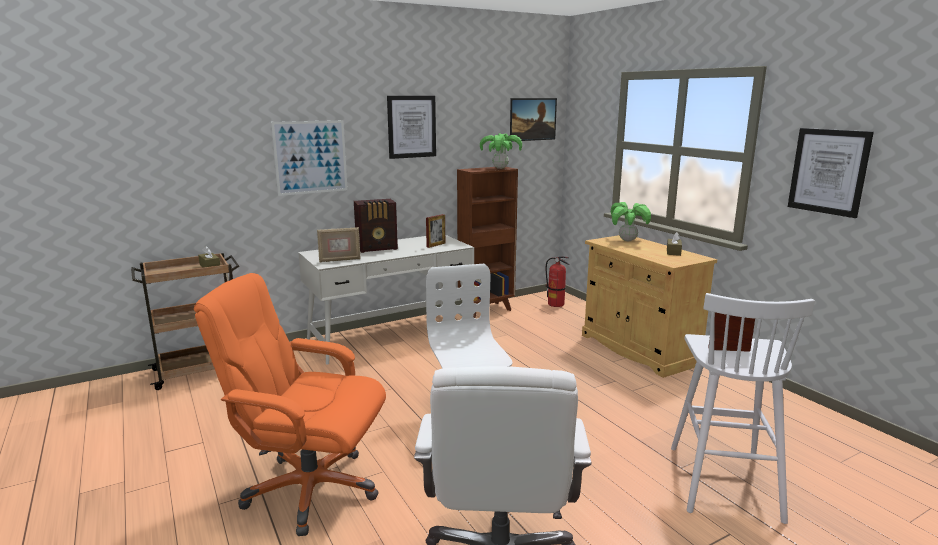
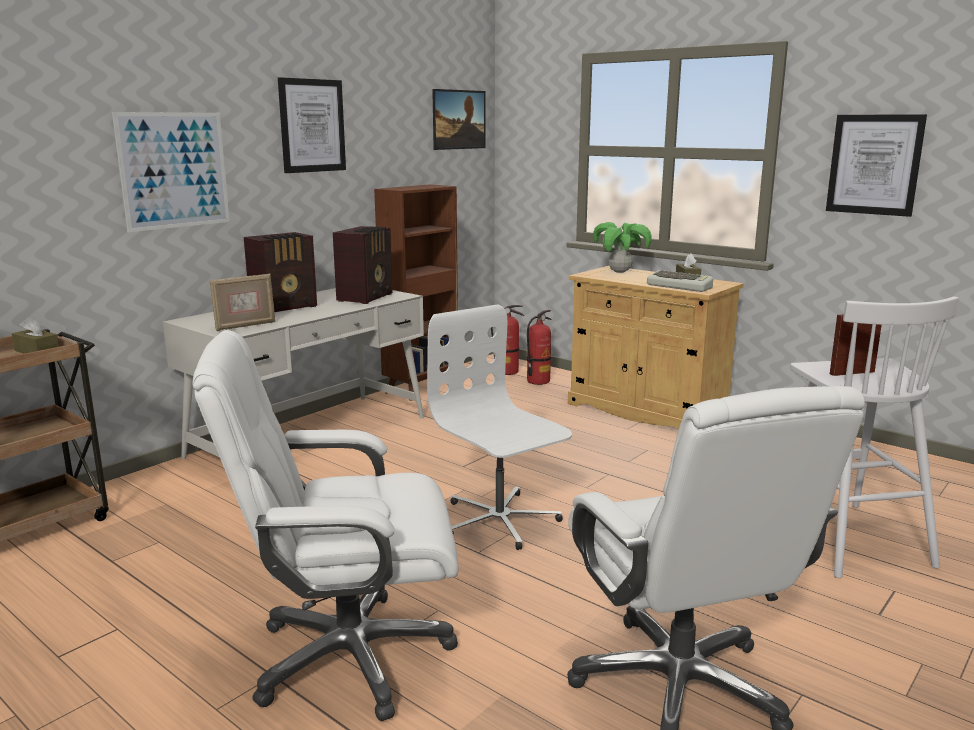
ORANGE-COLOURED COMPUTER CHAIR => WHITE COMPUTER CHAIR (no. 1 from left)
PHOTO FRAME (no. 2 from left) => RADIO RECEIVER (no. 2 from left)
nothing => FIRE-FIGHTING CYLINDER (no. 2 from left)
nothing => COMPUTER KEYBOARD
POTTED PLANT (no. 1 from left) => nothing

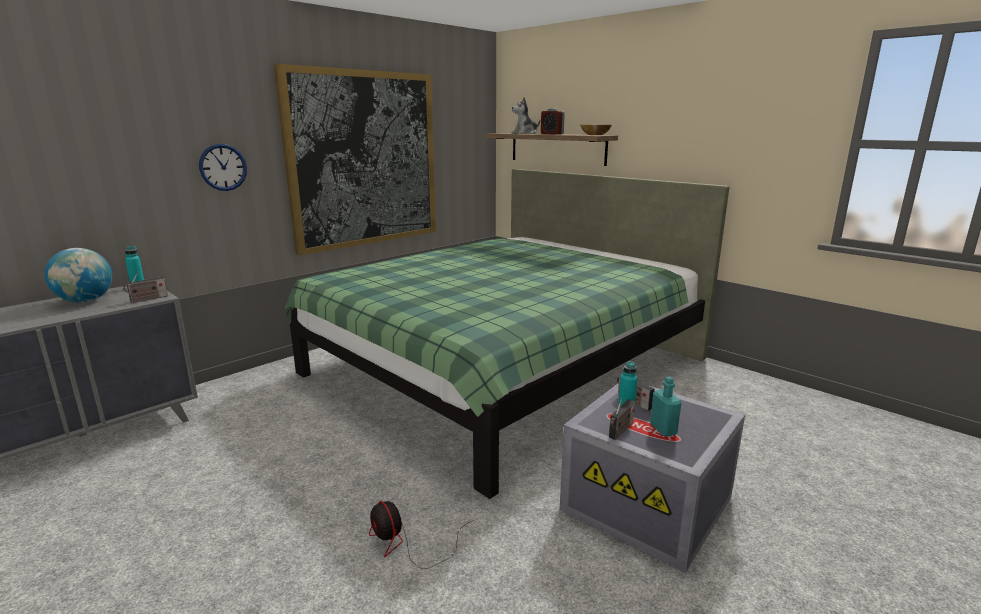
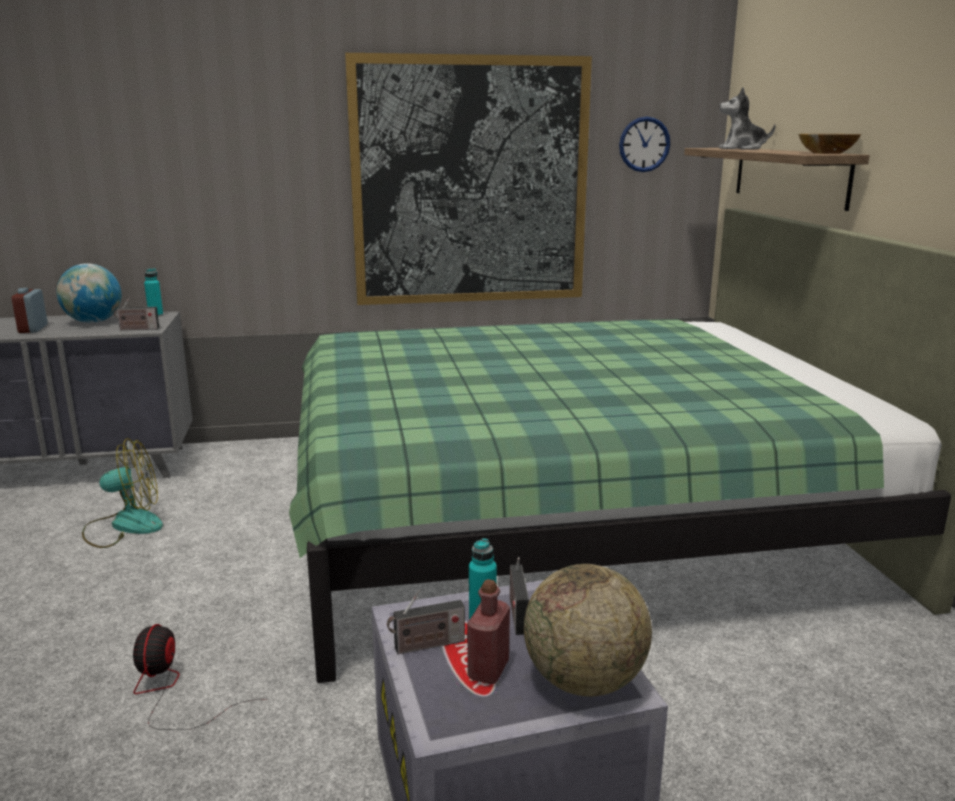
TABLE CLOCK, relocated
nothing => FAN (no. 1 from left)
TURQUOISE BEVERAGE BOTTLE (no. 3 from left) => RED BEVERAGE BOTTLE
nothing => WORLD GLOBE (no. 2 from left)
CLOCK ON THE WALL, relocated

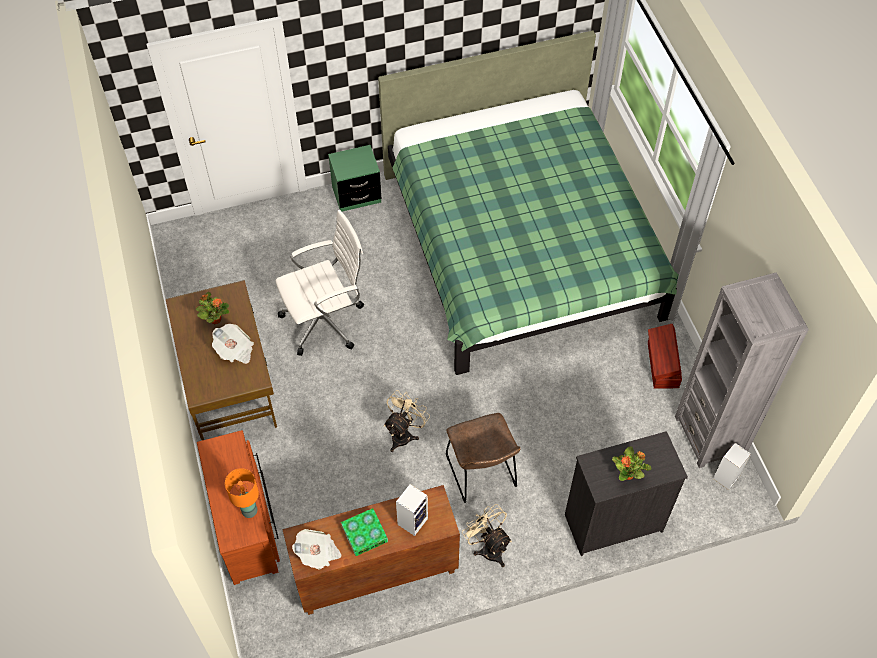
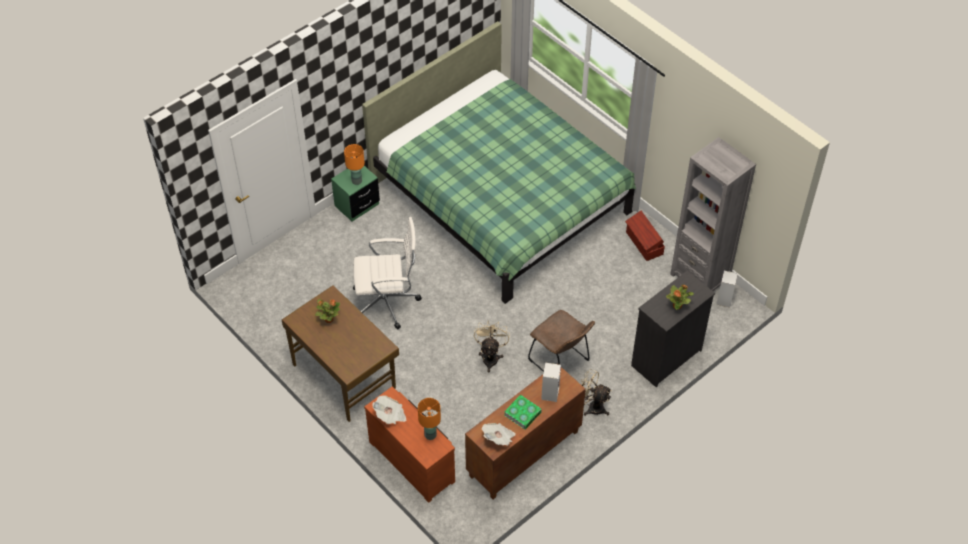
nothing => ORANGE-COLOURED TABLE LAMP (no. 1 from left)
WHITE COMPUTER CHAIR, 45 degrees clockwise
PRINTED PAPER (no. 1 from left), relocated

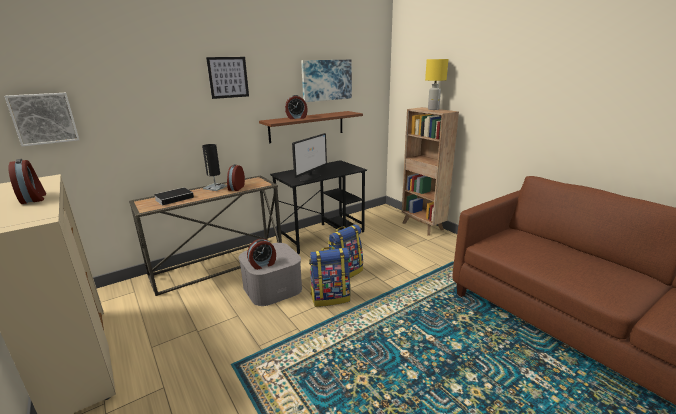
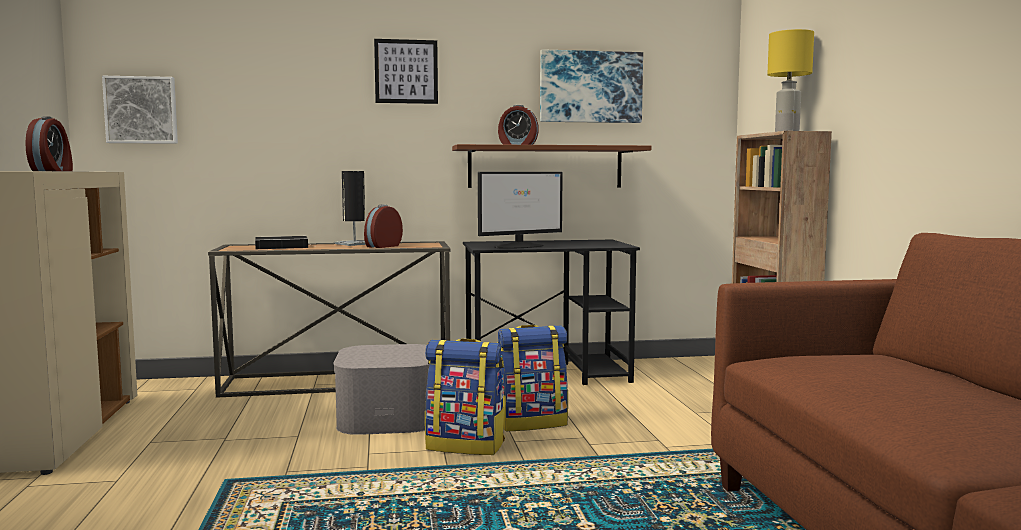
TABLE CLOCK (no. 3 from left) => nothing

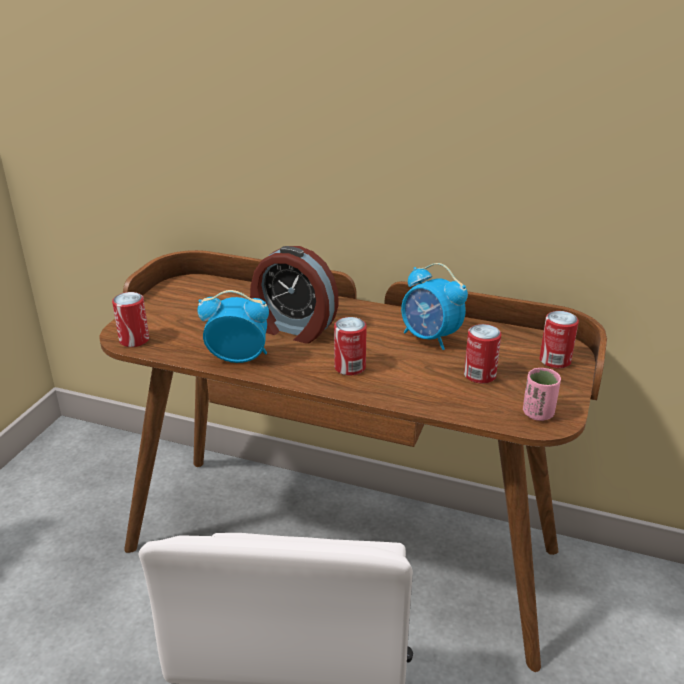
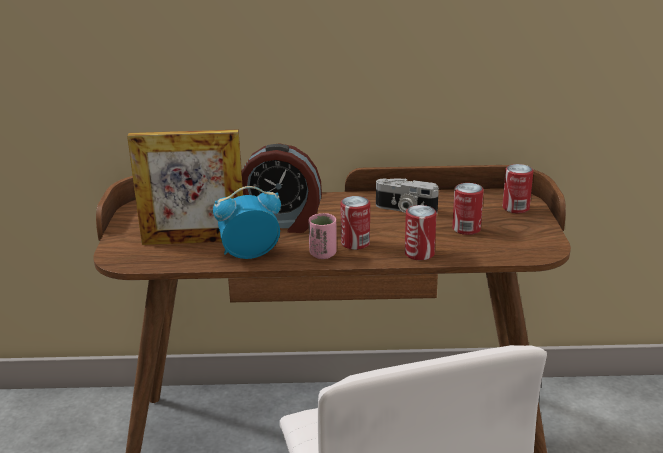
nothing => PHOTO FRAME
PINKISH SMALL CUP, relocated
TABLE CLOCK (no. 3 from left) => STILL CAMERA
SEALED CAN (no. 1 from left in the first image) => SEALED CAN (no. 2 from left), relocated

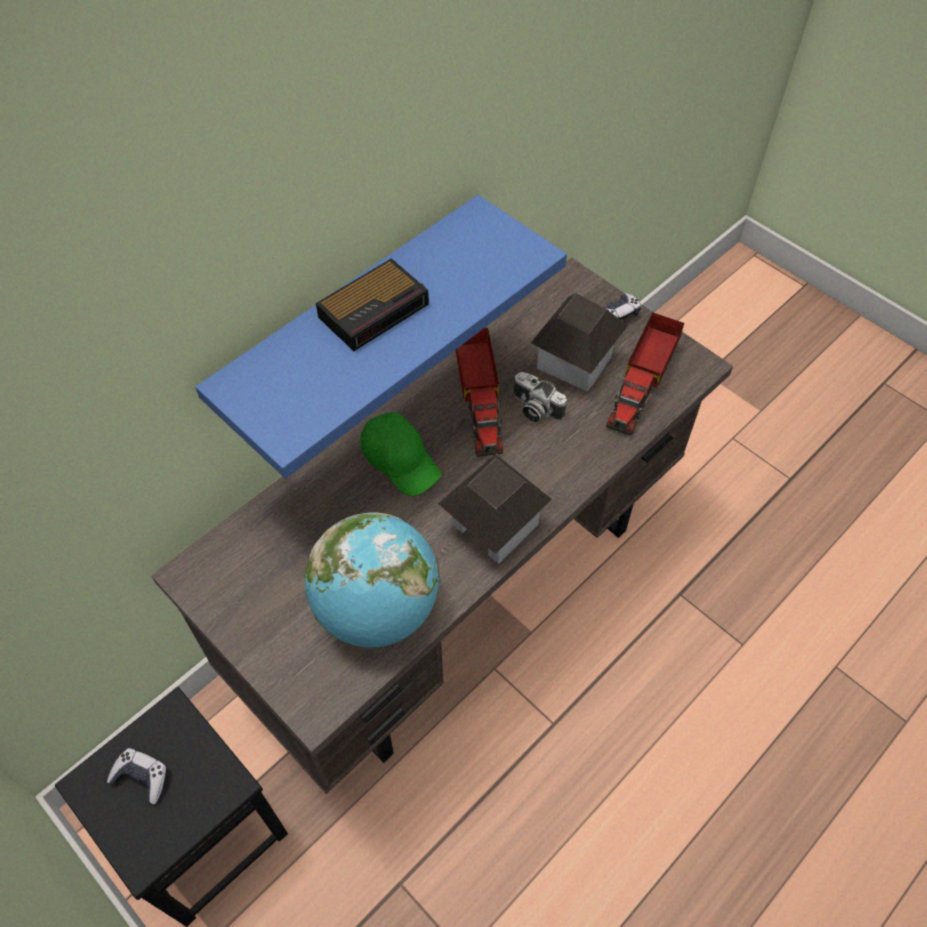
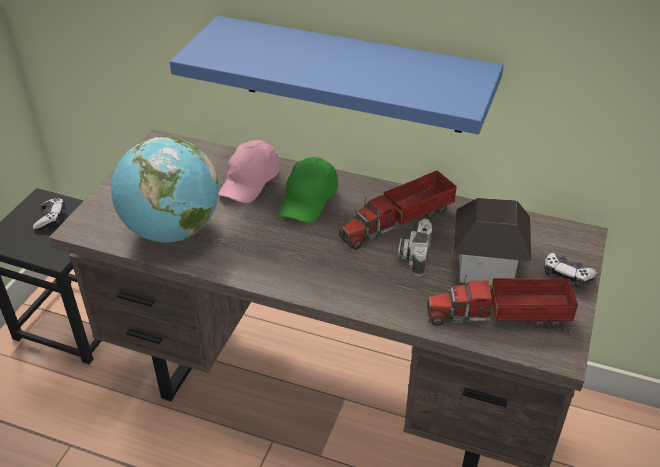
nothing => PINKISH BASEBALL CAP
TABLE CLOCK => nothing
MODEL HOUSE (no. 1 from left) => nothing

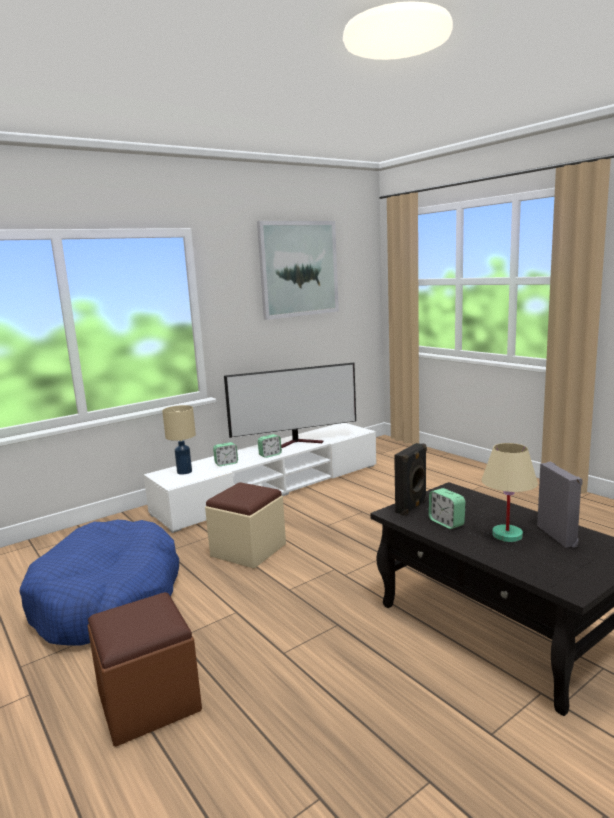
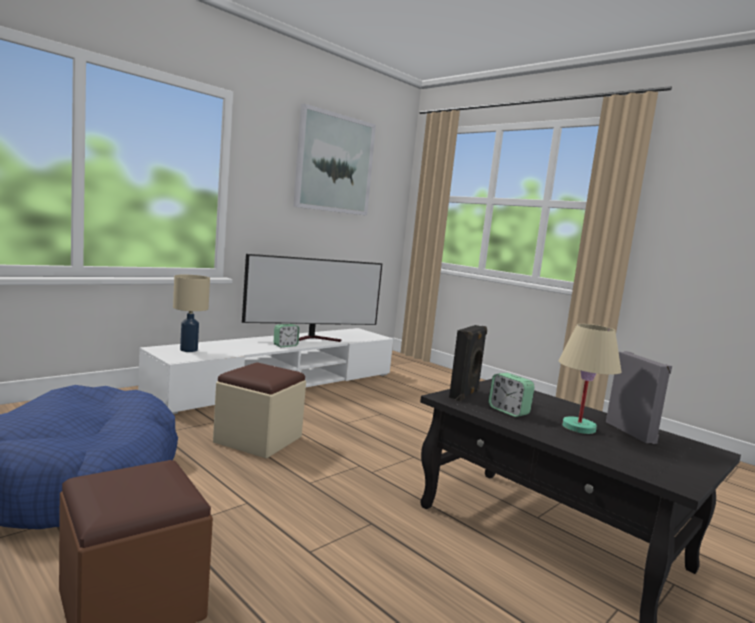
TABLE CLOCK (no. 1 from left) => nothing

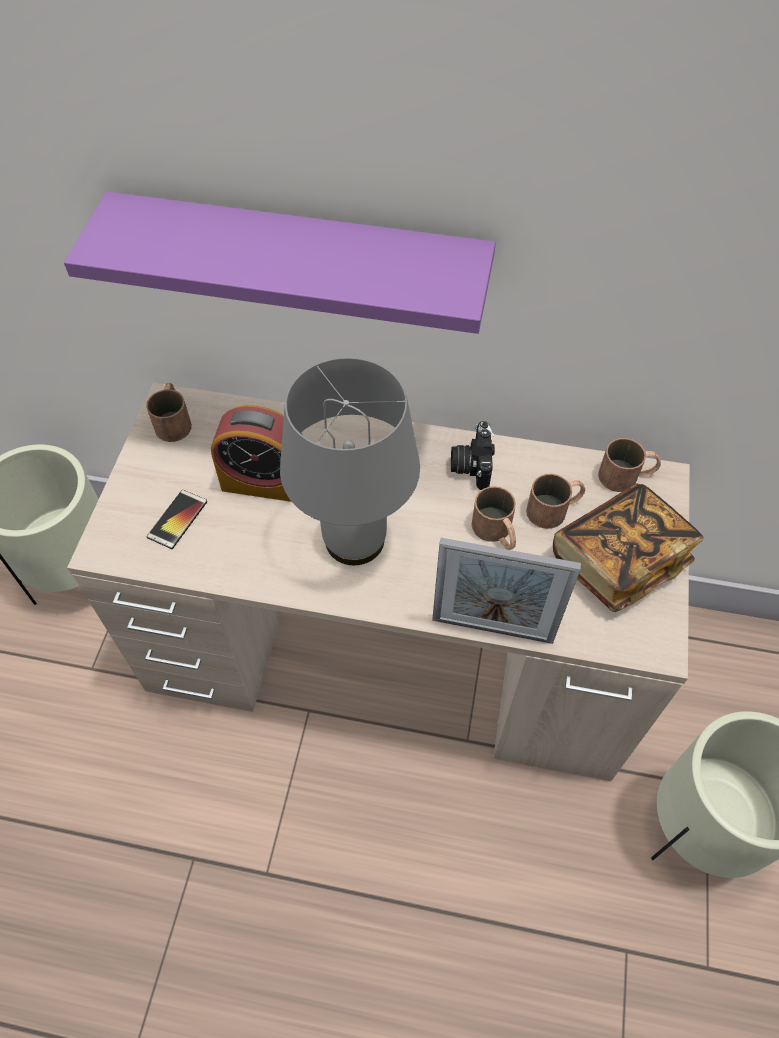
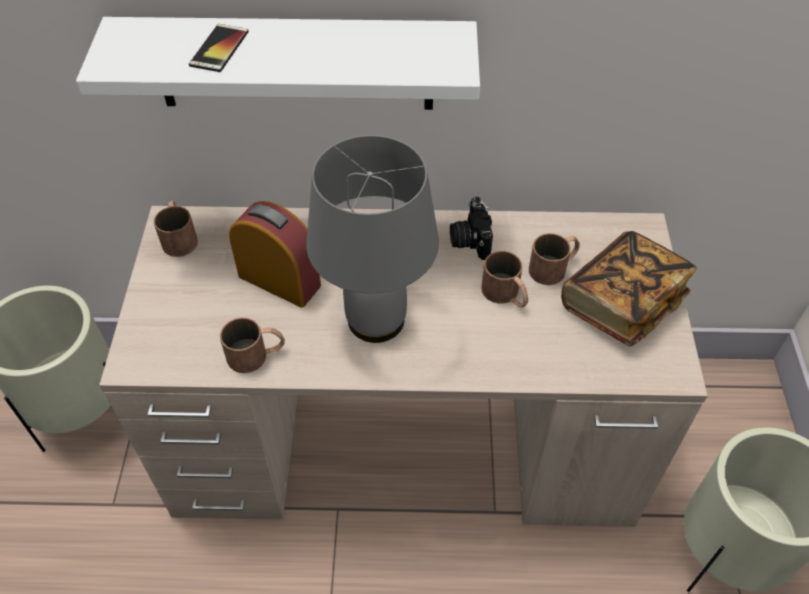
PURPLE WALL SHELF => WHITE WALL SHELF
HANDSET, relocated
BROWN TEA MUG (no. 4 from left in the first image) => BROWN TEA MUG (no. 2 from left), relocated
TABLE CLOCK, 150 degrees counterclockwise
PHOTO FRAME => nothing

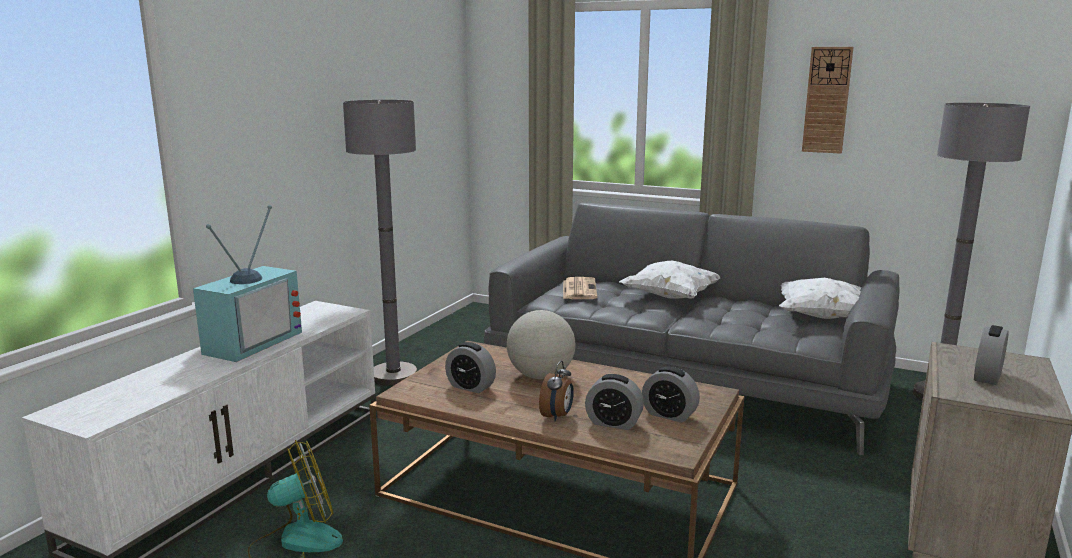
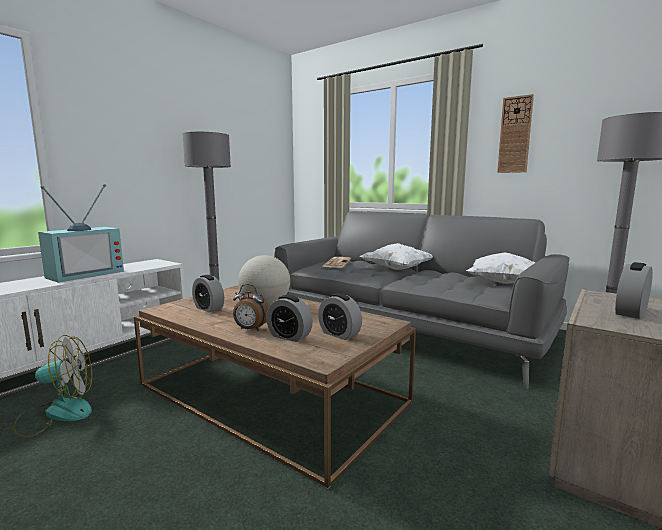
TABLE CLOCK (no. 2 from left), 75 degrees clockwise

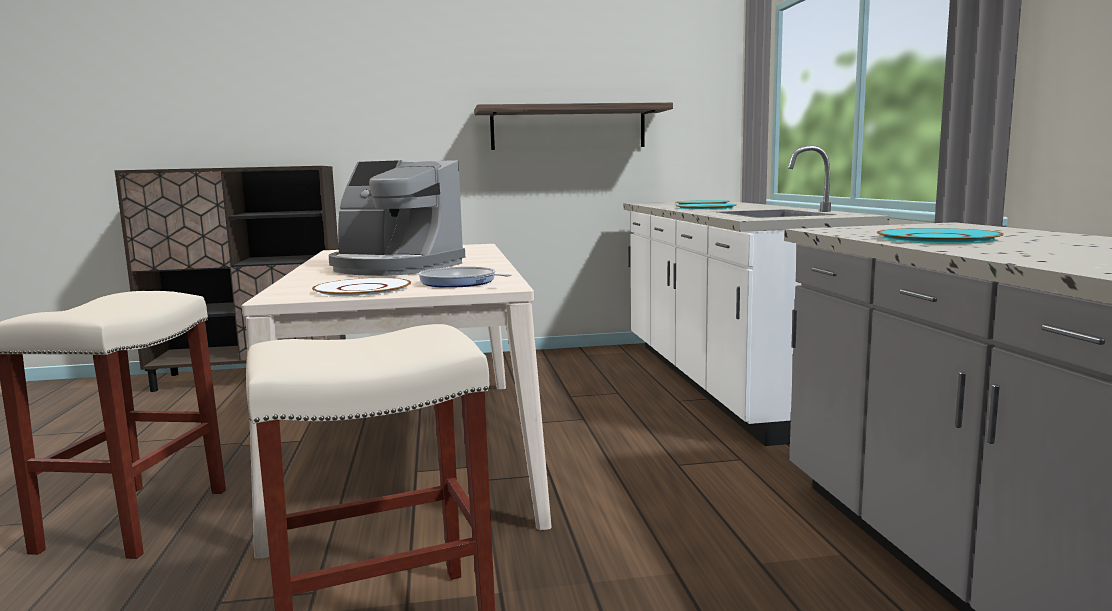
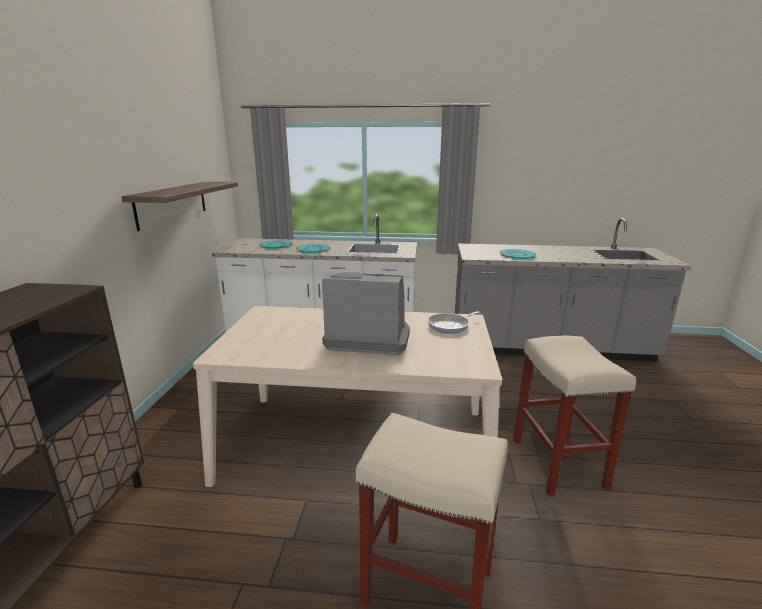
COFFEE MACHINE, 120 degrees counterclockwise
WHITE DINNER PLATE => nothing

